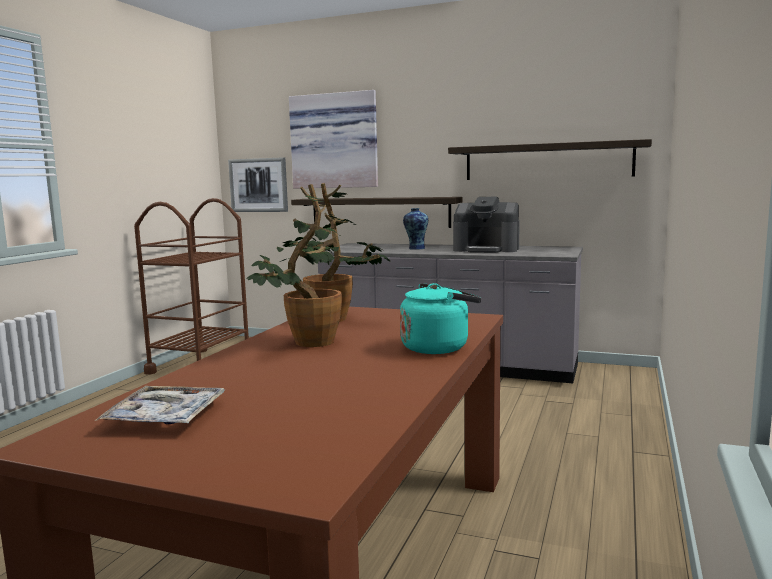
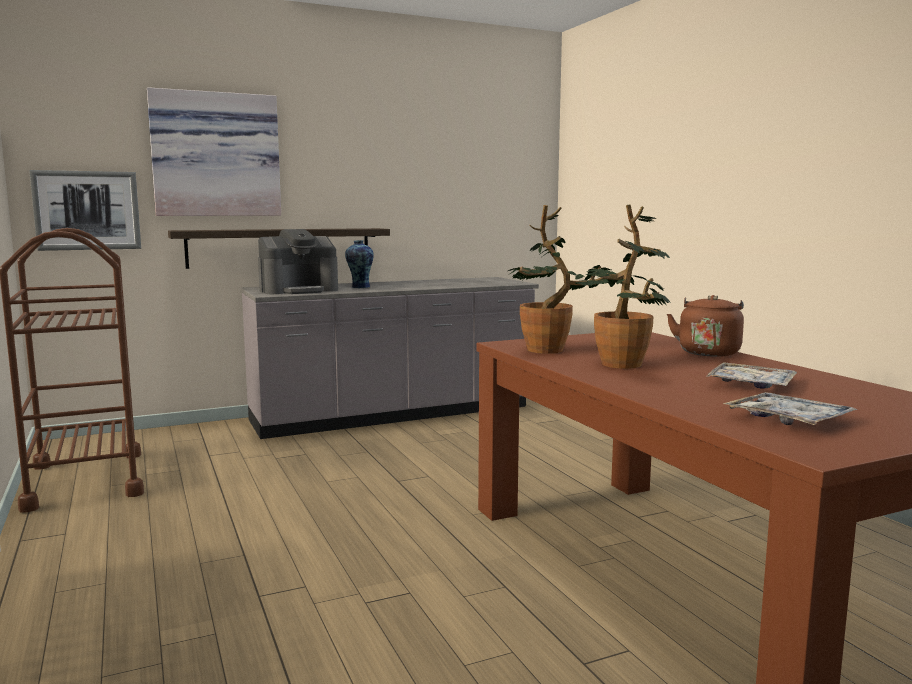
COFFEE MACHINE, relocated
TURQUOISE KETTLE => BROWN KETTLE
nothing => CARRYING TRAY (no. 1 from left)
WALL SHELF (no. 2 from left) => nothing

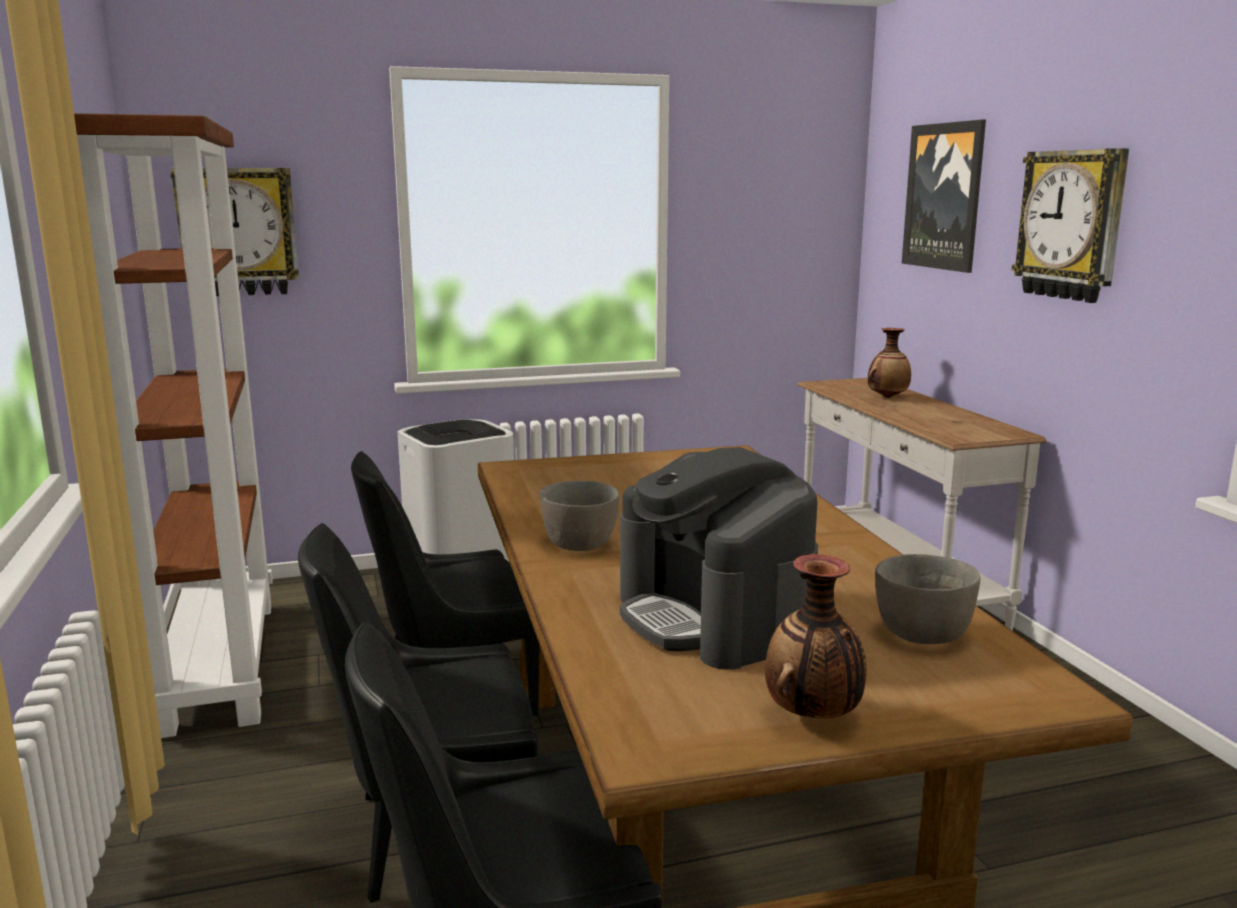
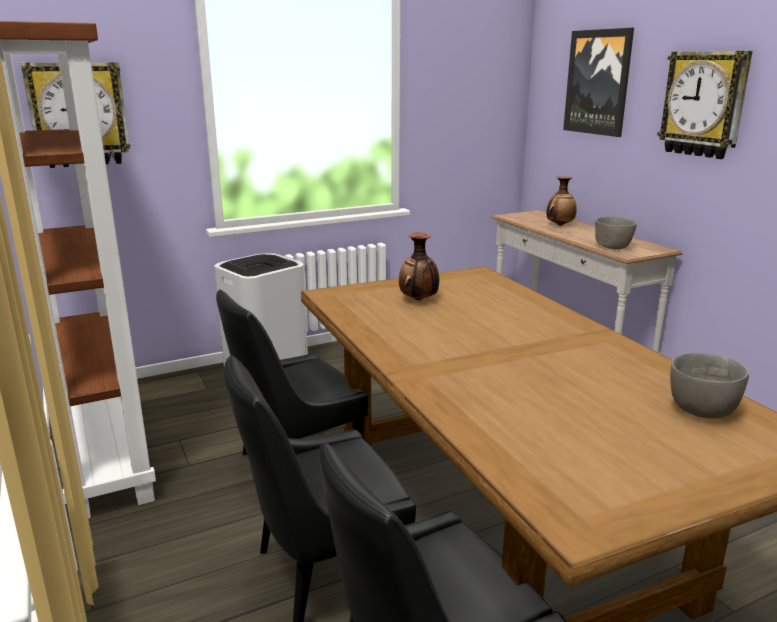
FLOWER VASE (no. 1 from left), relocated
GREYISH SERVING BOWL (no. 1 from left), relocated
COFFEE MACHINE => nothing

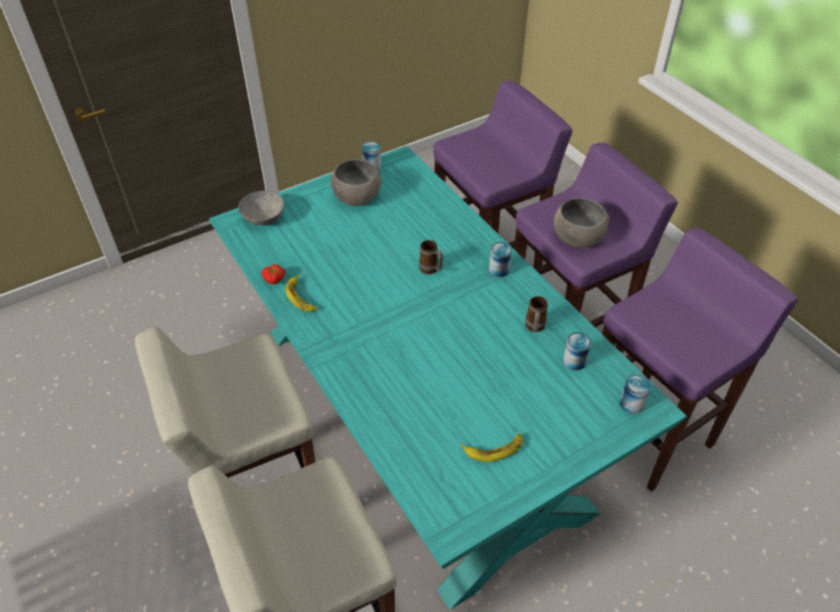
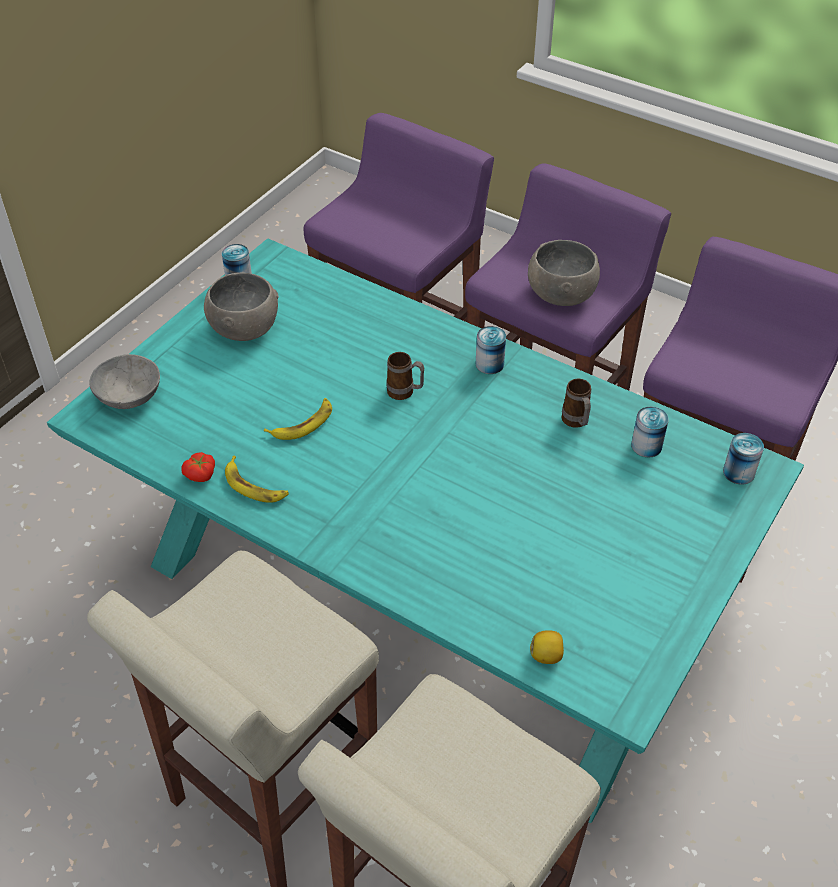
BANANA (no. 2 from left), relocated
nothing => LEMON

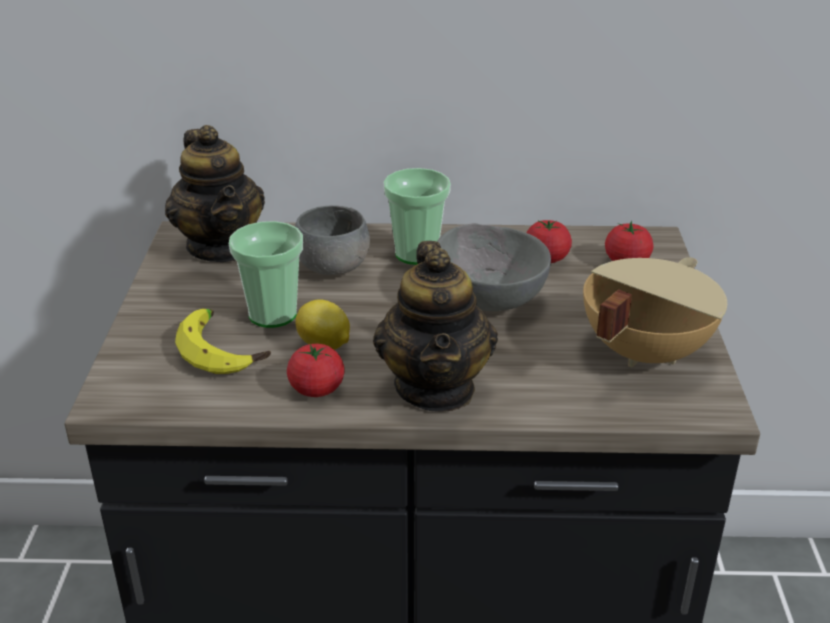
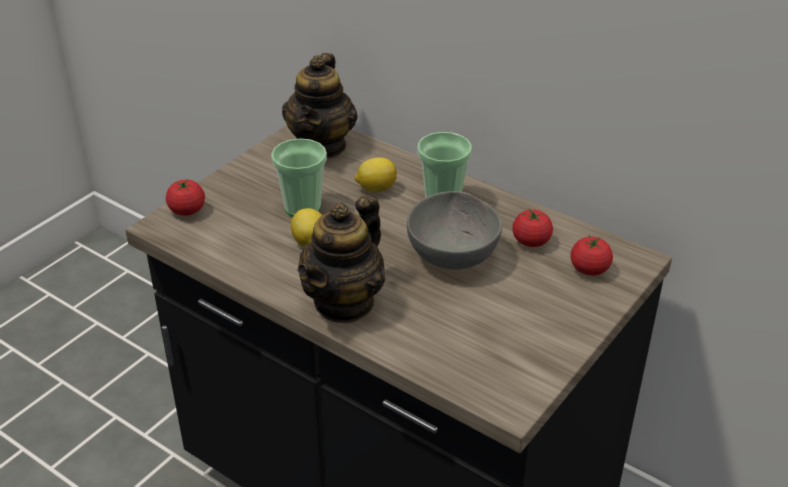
WHOLE TOMATO (no. 1 from left), relocated
GREYISH SERVING BOWL (no. 1 from left) => LEMON (no. 2 from left)
BANANA => nothing
BEIGE-COLOURED SAUCEPOT => nothing

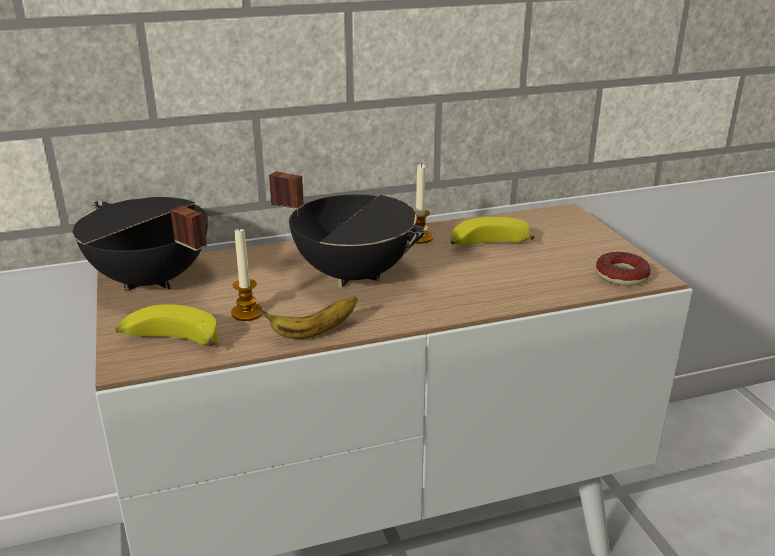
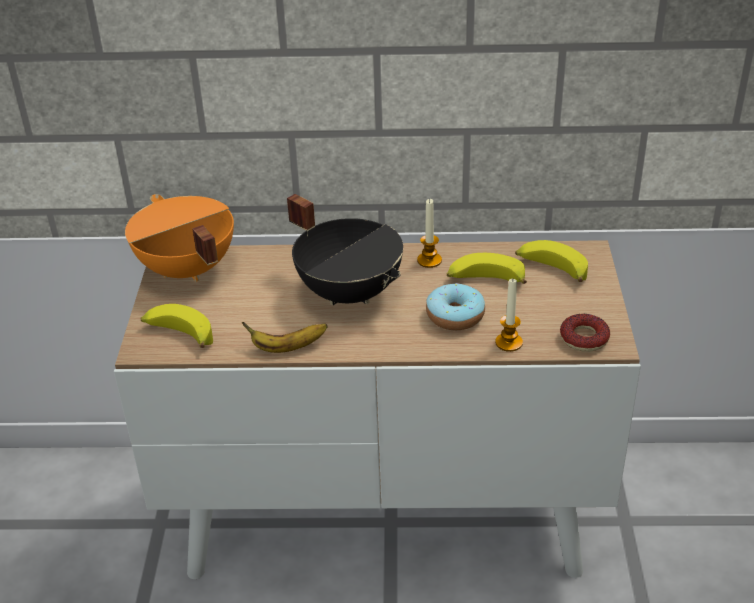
BLACKISH SAUCEPOT (no. 1 from left) => ORANGE-COLOURED SAUCEPOT
nothing => DOUGHNUT (no. 1 from left)
CANDLE (no. 1 from left in the first image) => CANDLE (no. 2 from left), relocated
nothing => BANANA (no. 4 from left)

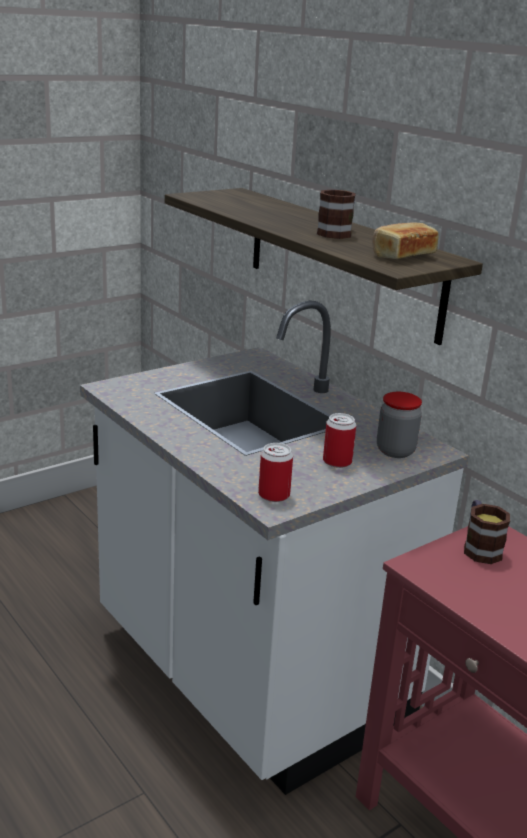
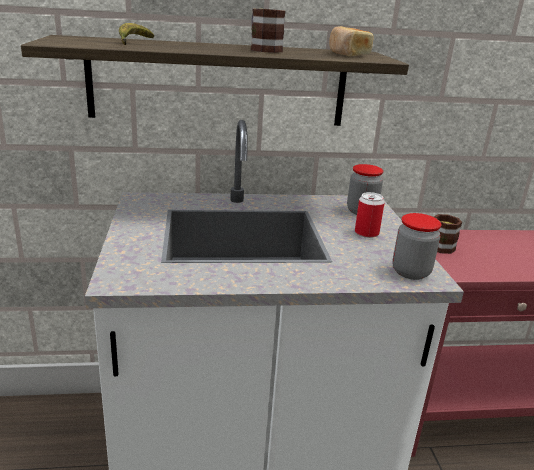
nothing => BANANA
SEALED CAN (no. 1 from left) => STORAGE JAR (no. 2 from left)

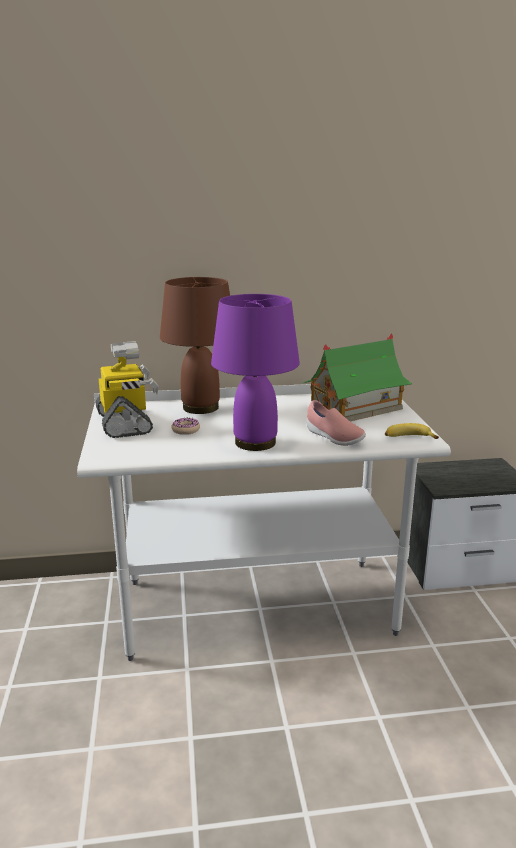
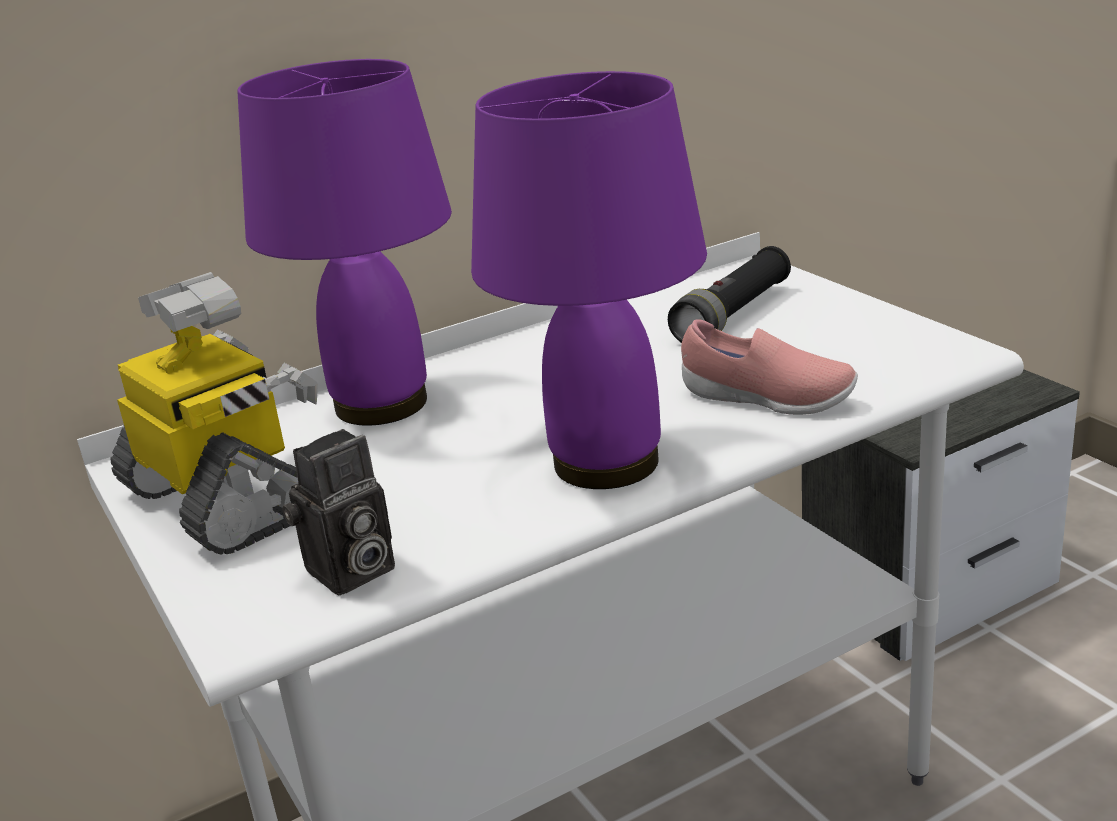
BROWN TABLE LAMP => PURPLE TABLE LAMP (no. 1 from left)
nothing => STILL CAMERA
MODEL HOUSE => BLACKISH TORCH
DOUGHNUT => nothing
BANANA => nothing

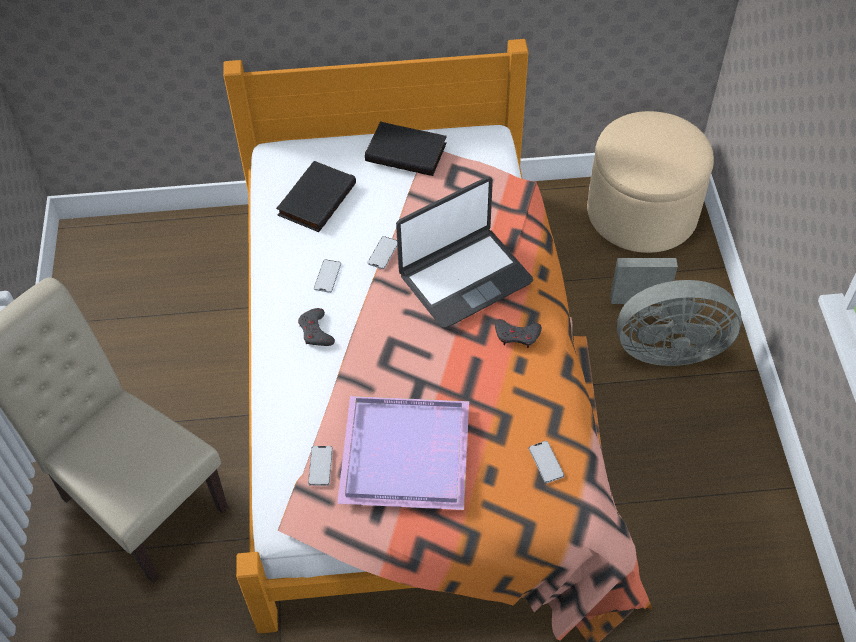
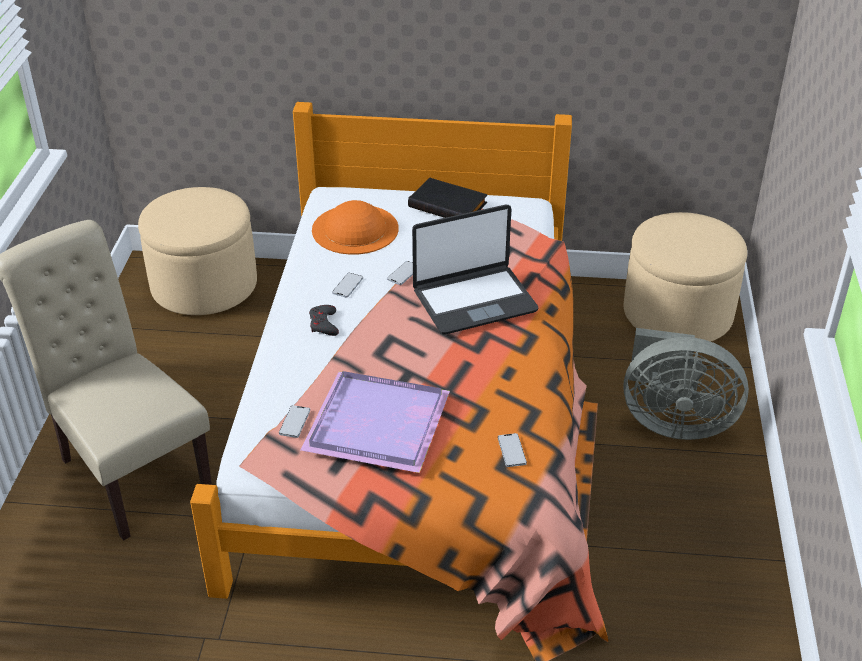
nothing => BEIGE-COLOURED POUFFE (no. 1 from left)
BLACKISH VOLUME (no. 1 from left) => ORANGE-COLOURED CLOTHING HAT
GREYISH GAME CONTROLLER (no. 2 from left) => nothing

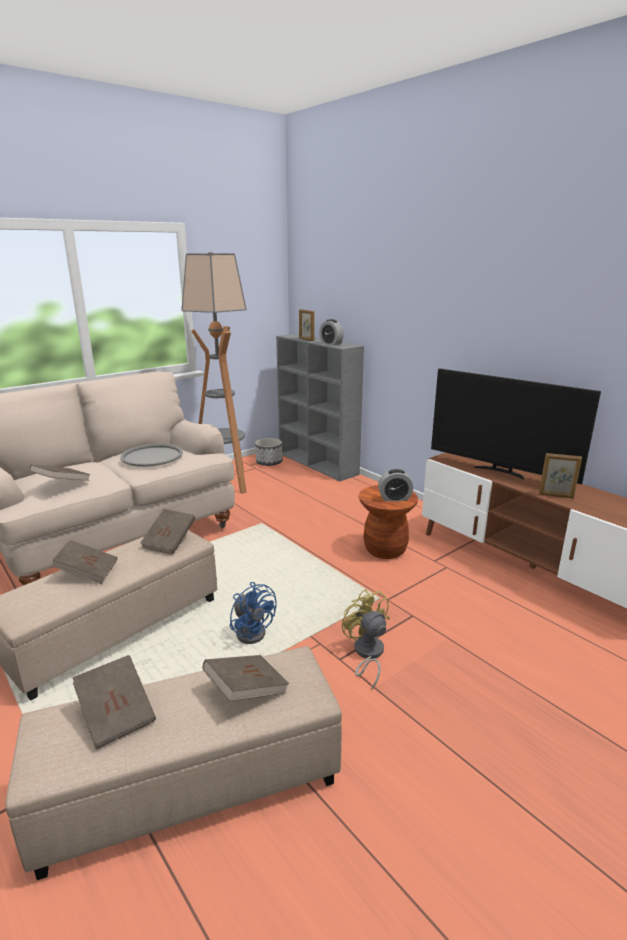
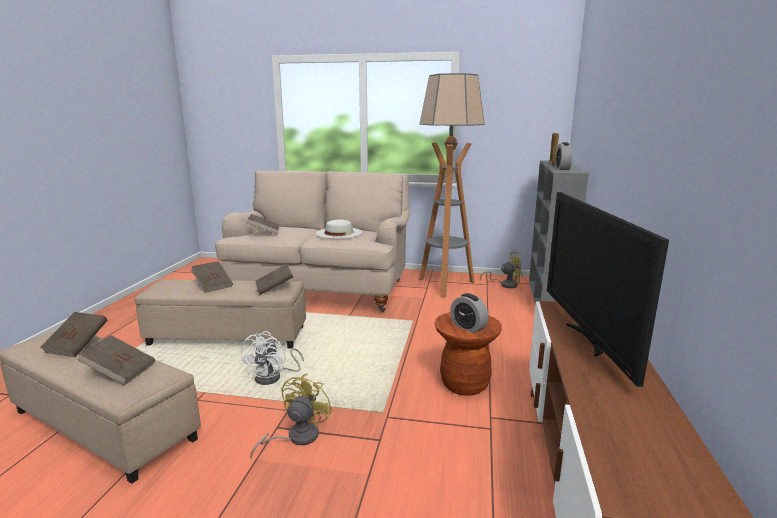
BLUE FAN => WHITE FAN
GREYISH CARRYING TRAY => WHITE CLOTHING HAT
PLANTER => YELLOW FAN (no. 2 from left)
PHOTO FRAME (no. 2 from left) => nothing

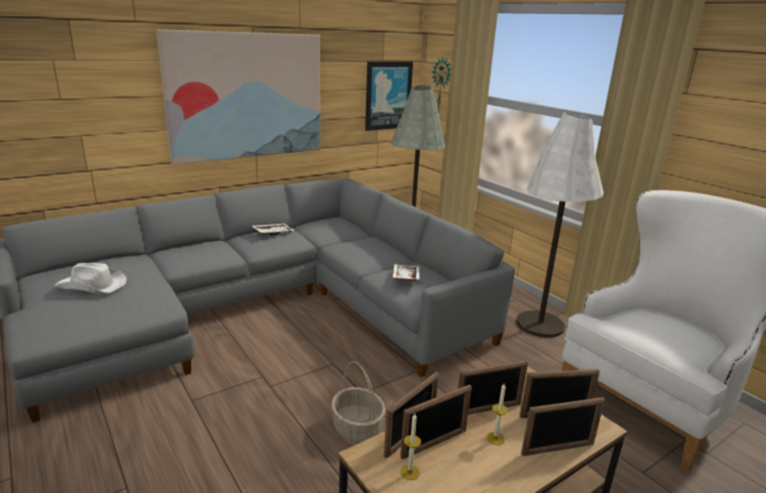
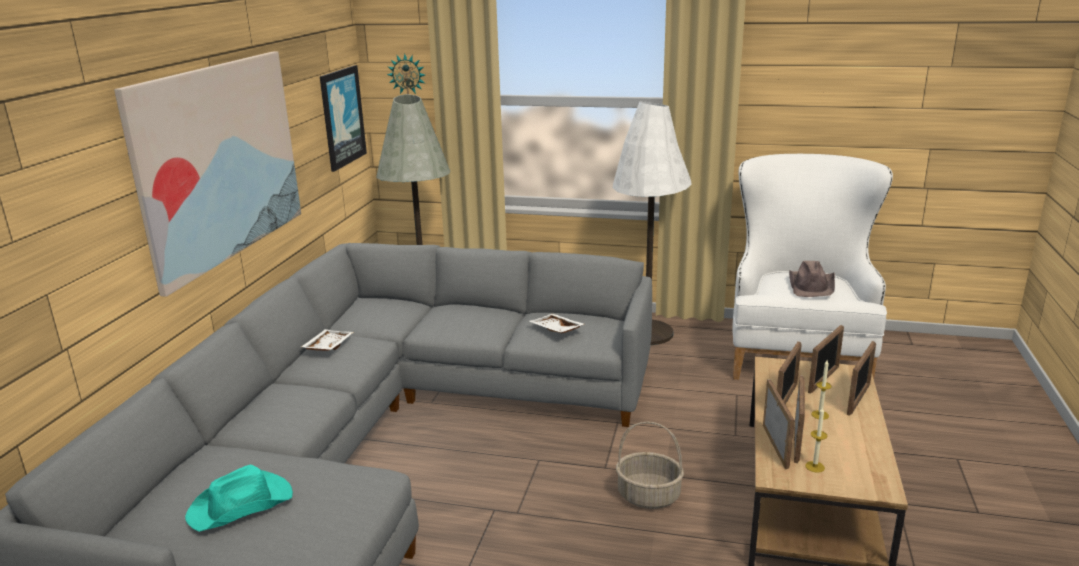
WHITE CLOTHING HAT => TURQUOISE CLOTHING HAT
nothing => BROWN CLOTHING HAT

